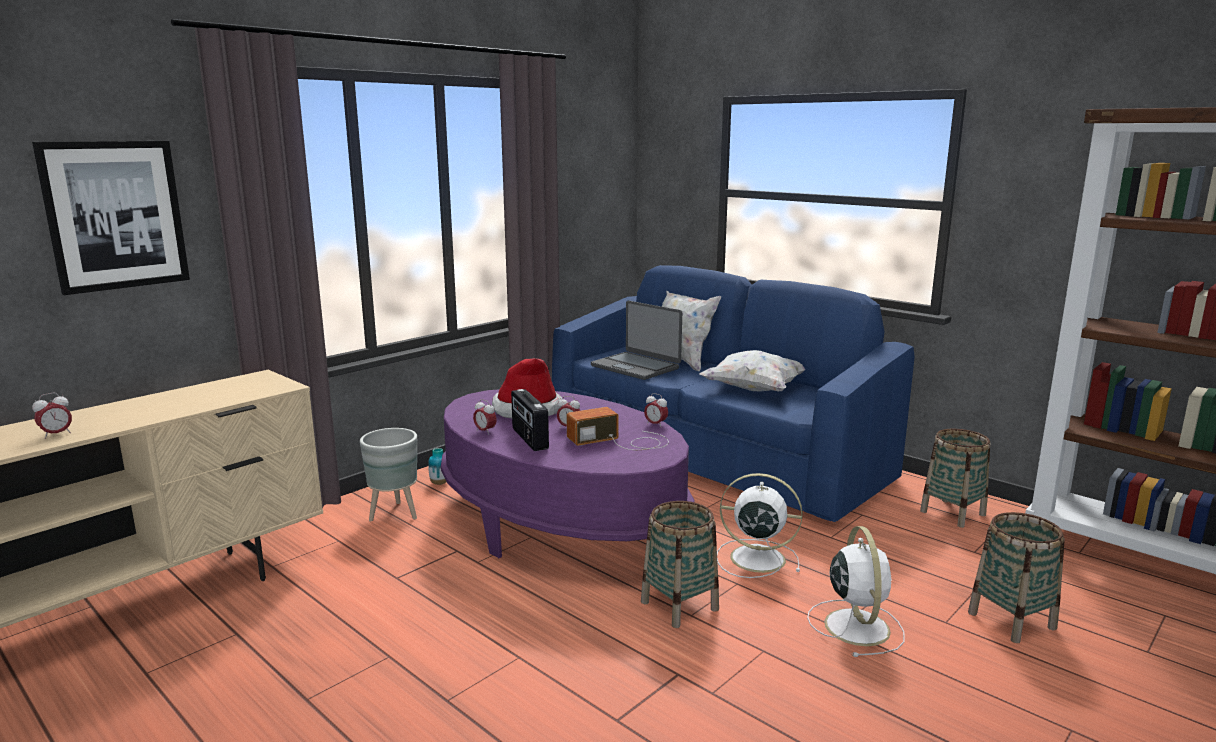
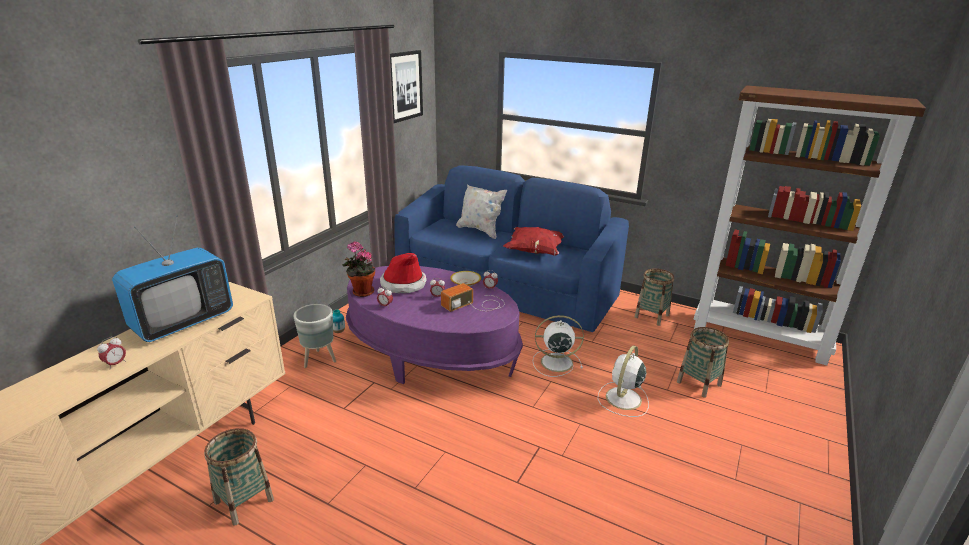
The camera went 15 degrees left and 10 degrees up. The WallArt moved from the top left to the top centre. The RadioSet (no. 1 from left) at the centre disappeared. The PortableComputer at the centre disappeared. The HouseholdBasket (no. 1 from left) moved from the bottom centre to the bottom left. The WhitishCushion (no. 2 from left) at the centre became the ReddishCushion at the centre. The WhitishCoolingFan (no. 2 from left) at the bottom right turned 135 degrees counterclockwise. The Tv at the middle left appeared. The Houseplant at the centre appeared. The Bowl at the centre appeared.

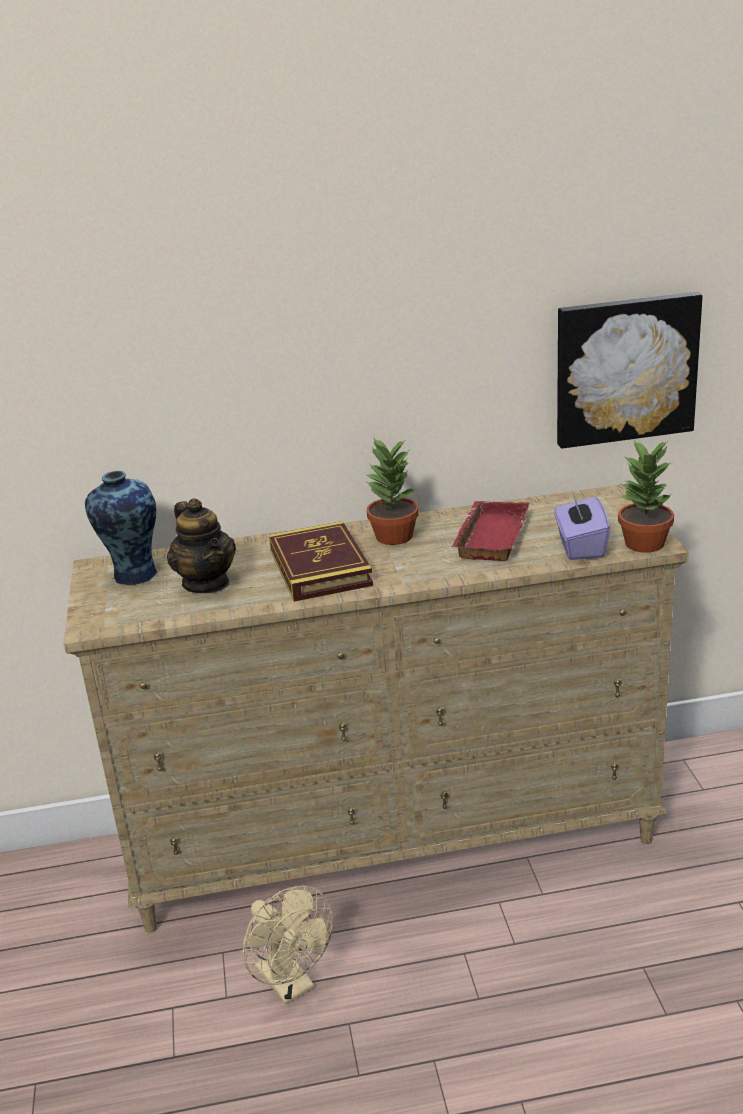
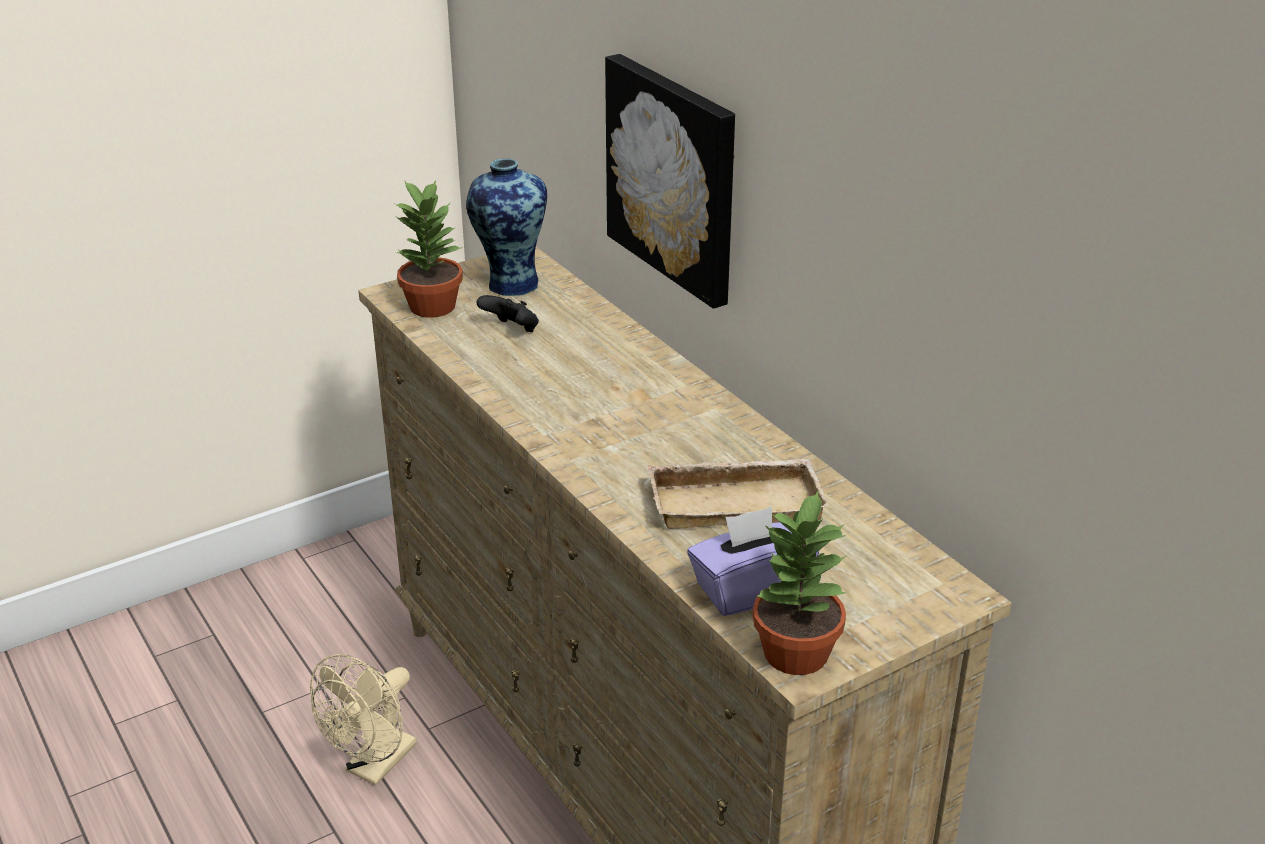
The camera went 65 degrees right and 5 degrees up. The PotForTea at the middle left was replaced by the BlackColouredGamepad at the centre. The BoundBook at the centre disappeared. The Houseplant (no. 1 from left) moved from the centre to the top centre. The ReddishCarryingTray at the centre became the SandColouredCarryingTray at the centre. The WallArt moved from the top right to the top centre.

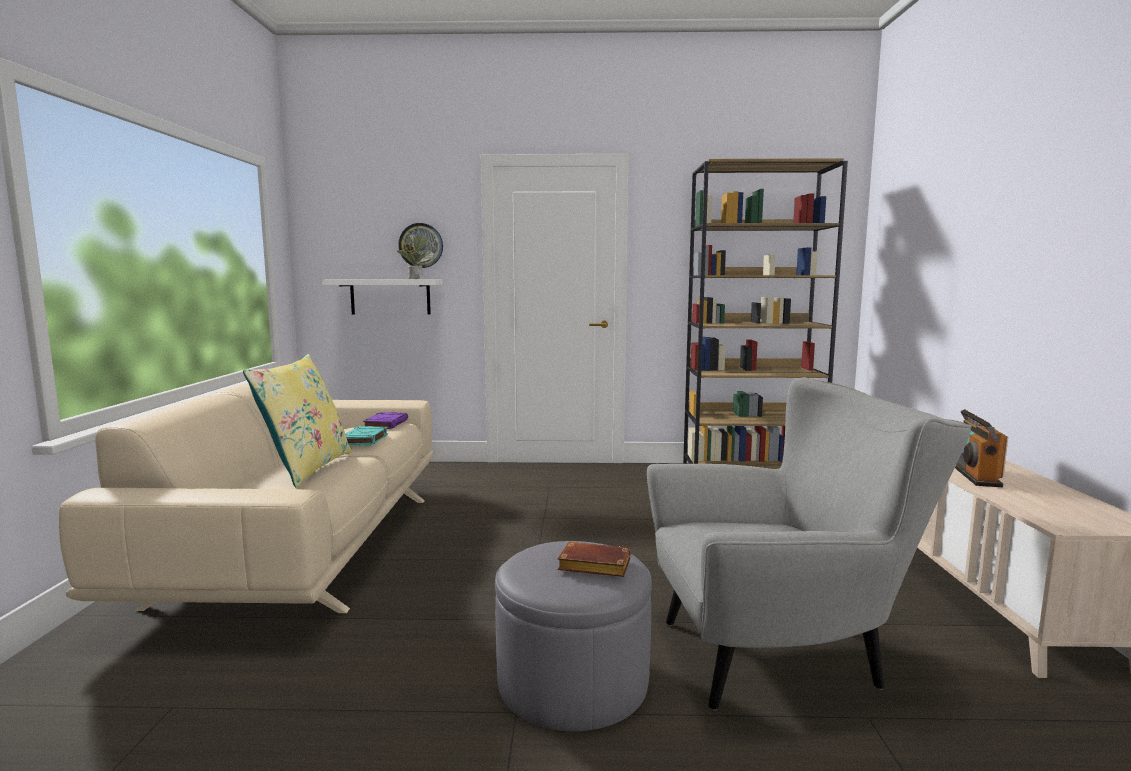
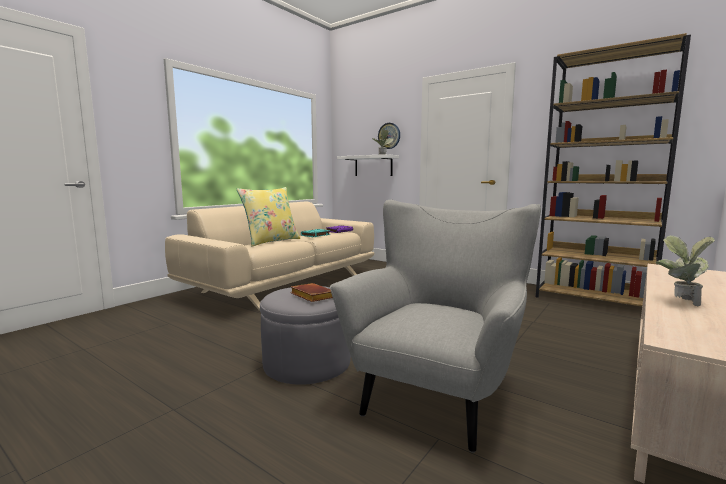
The camera went 35 degrees right and 0 degrees up. The GreyishLoungeChair at the bottom right turned 90 degrees counterclockwise. The RadioSet at the middle right was replaced by the Houseplant (no. 2 from left) at the middle right.

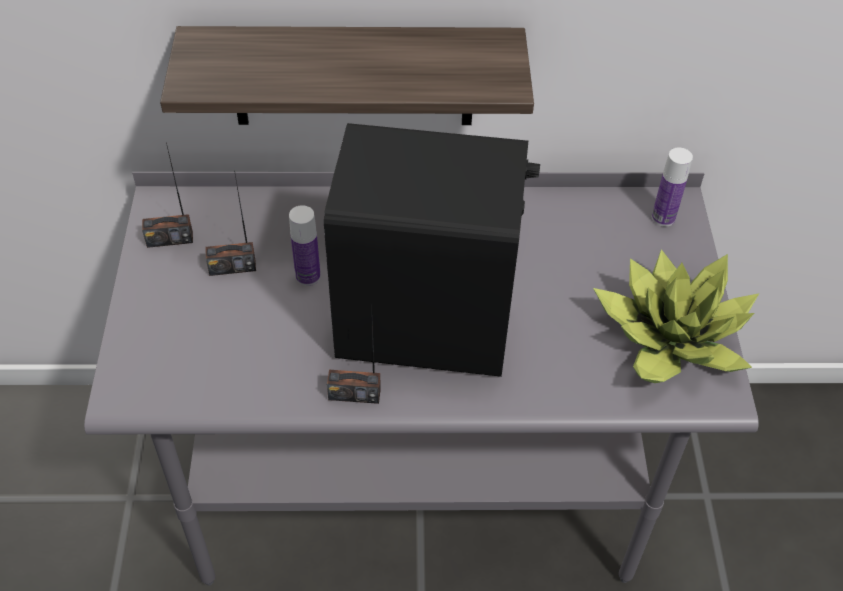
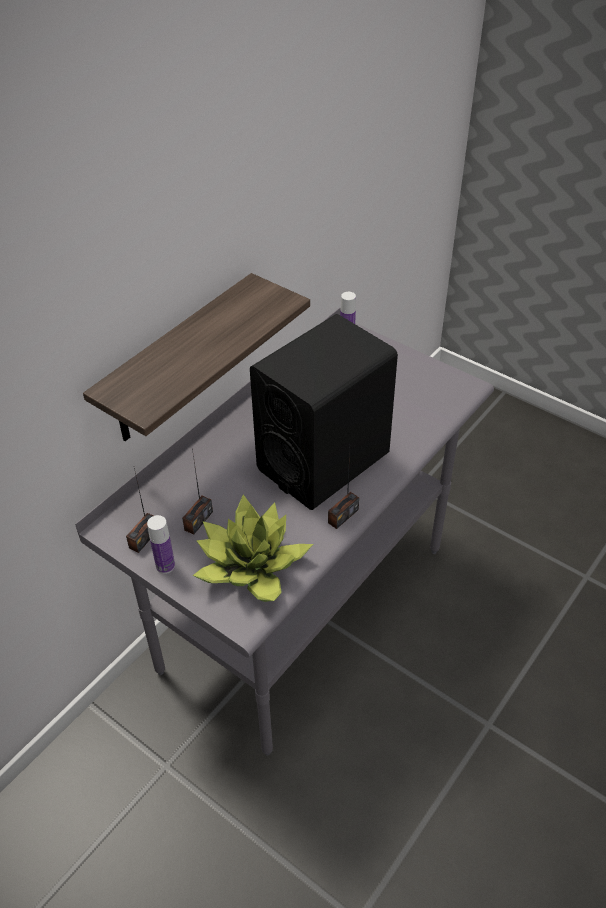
The camera went 50 degrees left and 5 degrees down. The DrinkBottle (no. 1 from left) moved from the centre to the middle left. The Houseplant moved from the middle right to the centre.

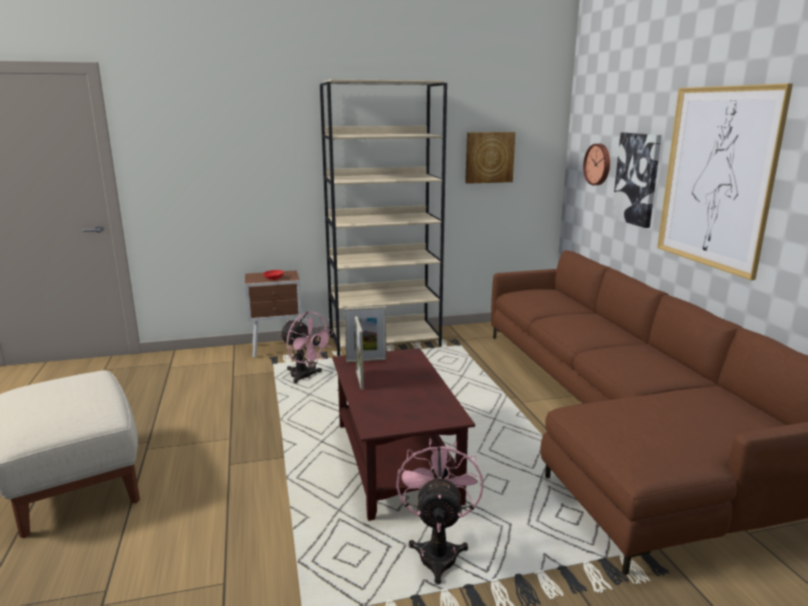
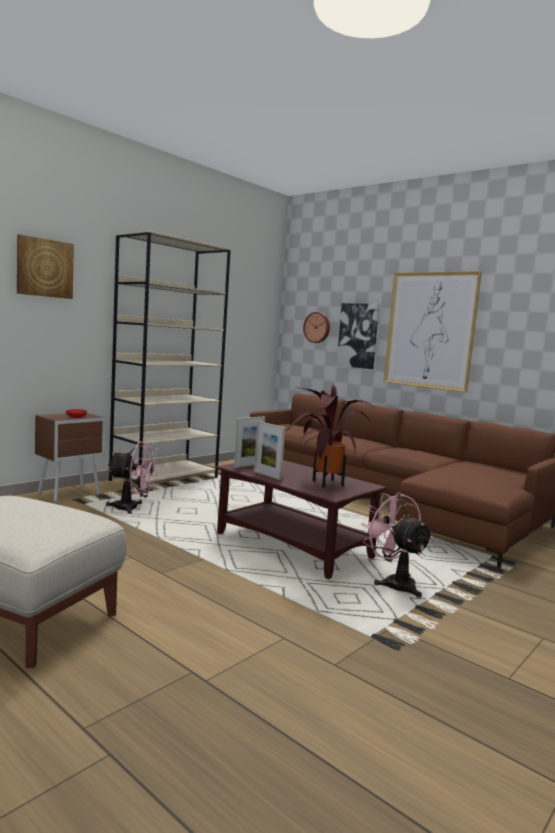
The camera went 35 degrees left and 10 degrees down. The WallArt (no. 1 from left) moved from the top centre to the top left. The Houseplant at the centre appeared.

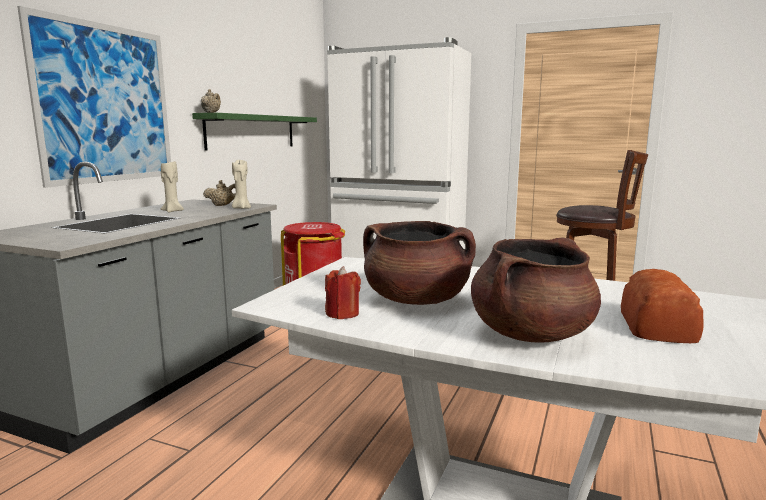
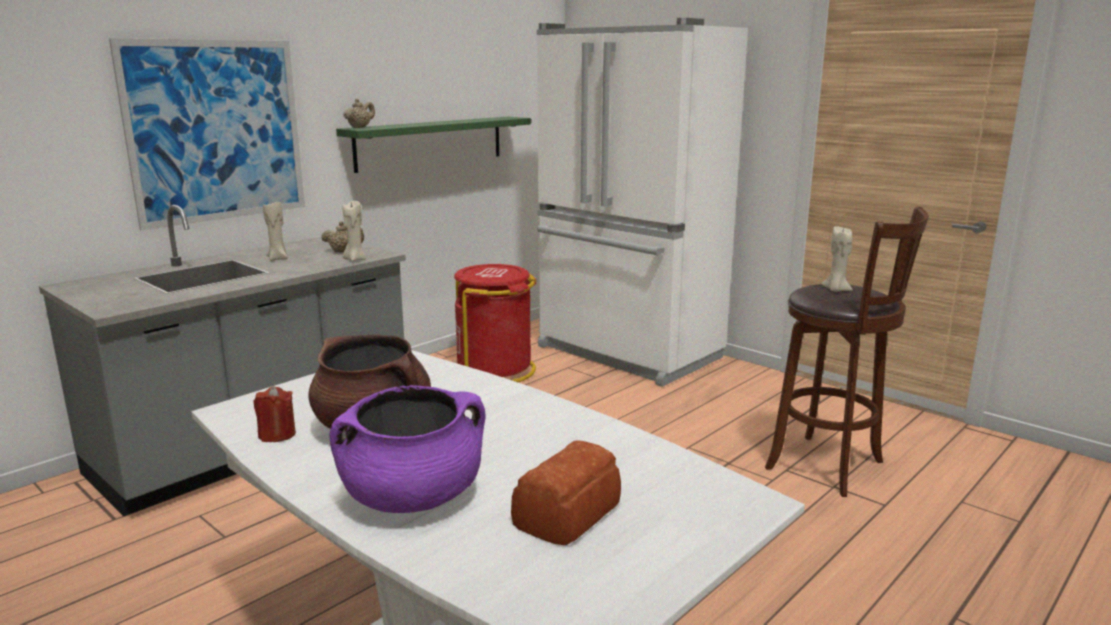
The camera went 20 degrees right and 5 degrees up. The BrownColouredCookingPot (no. 2 from left) at the middle right became the PurpleColouredCookingPot at the bottom centre. The SandColouredWaxCandle (no. 3 from left) at the middle right appeared.

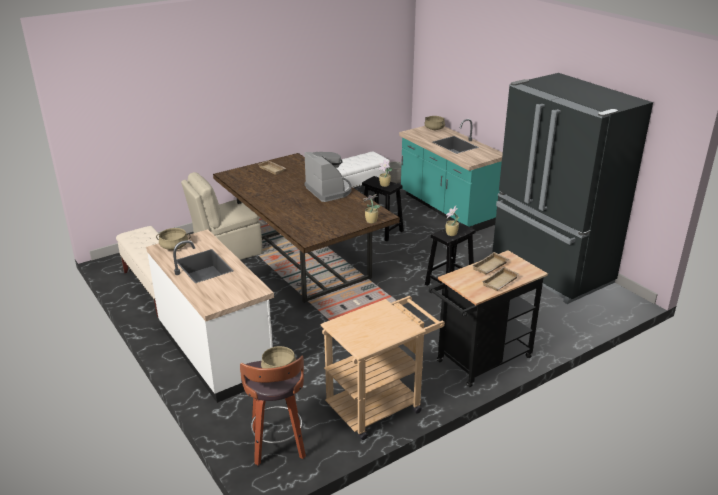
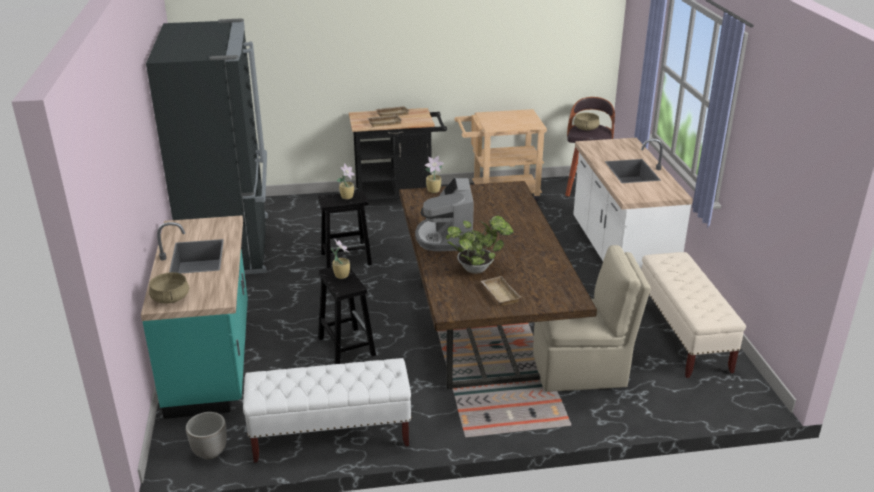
The camera went 155 degrees left and 0 degrees up. The SandColouredCookingPot (no. 1 from left) at the middle left disappeared. The Houseplant (no. 4 from left) at the centre appeared.

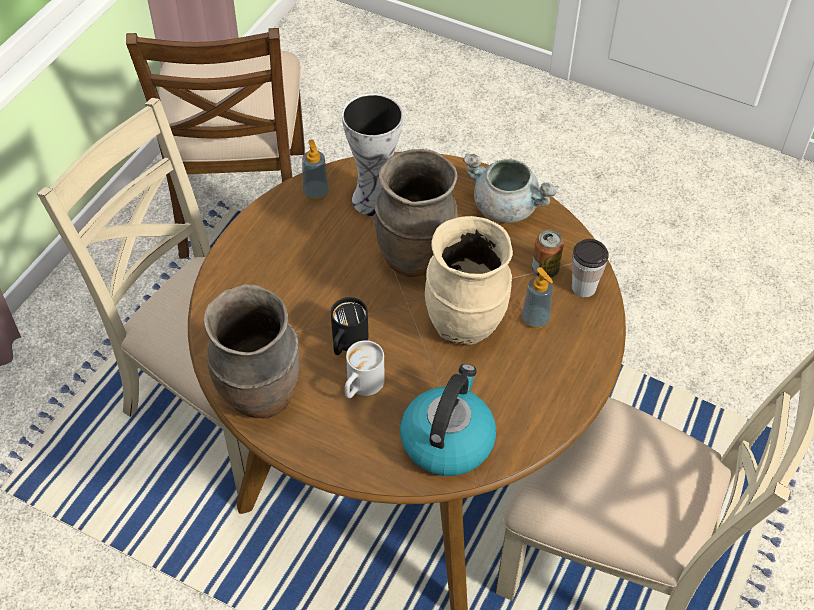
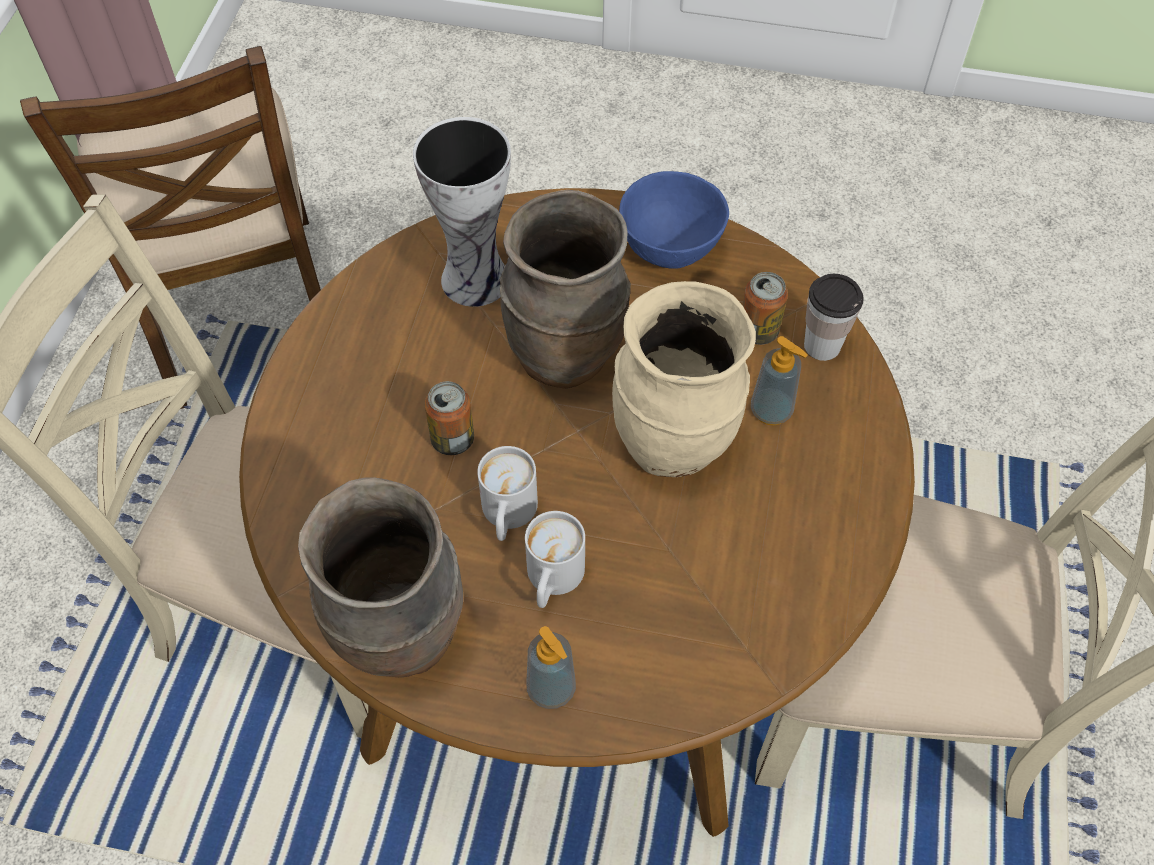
The camera went 15 degrees left and 5 degrees up. The SoapBottle (no. 1 from left) moved from the top centre to the bottom centre. The BlackColouredMug at the centre became the WhitishMug (no. 1 from left) at the centre. The WaterKettle at the bottom centre disappeared. The GreyishCookingPot at the top centre was replaced by the BlueBowl at the top centre. The SealedCan (no. 1 from left) at the centre appeared.

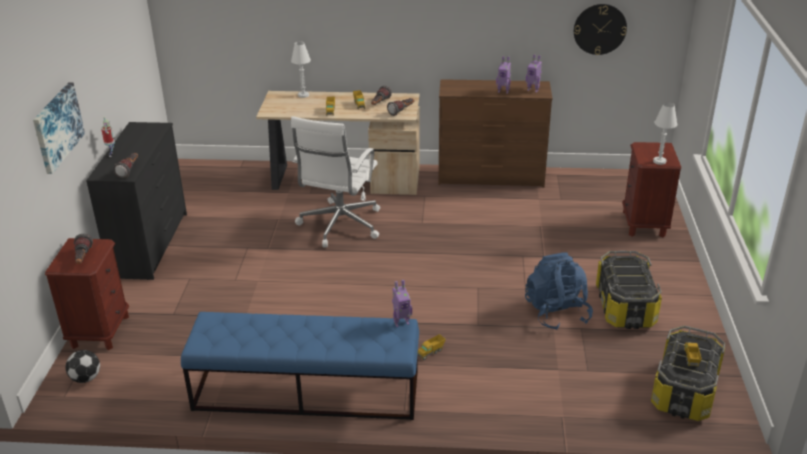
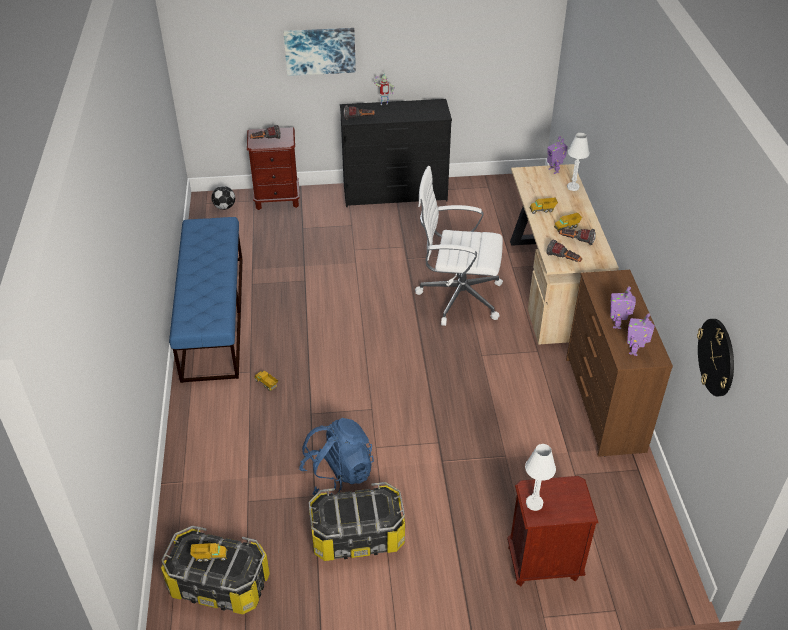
The camera went 80 degrees right and 10 degrees up. The ToyRobot (no. 2 from left) moved from the bottom centre to the top right.

